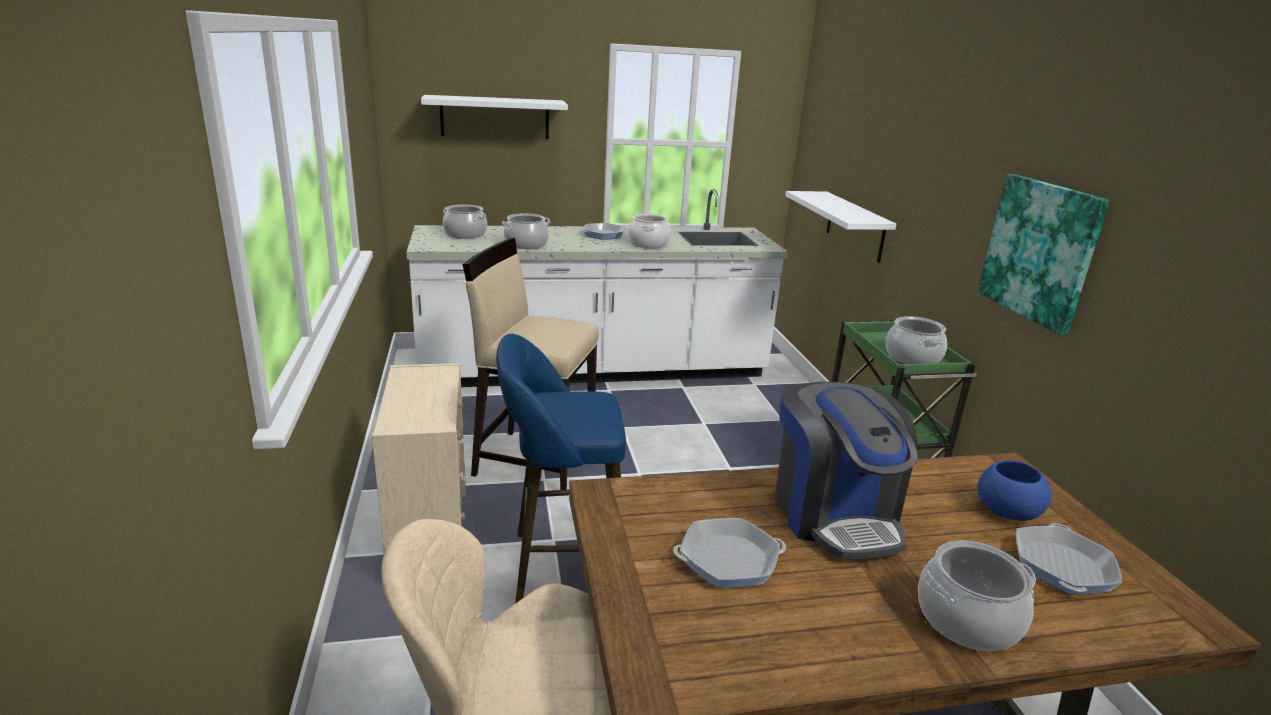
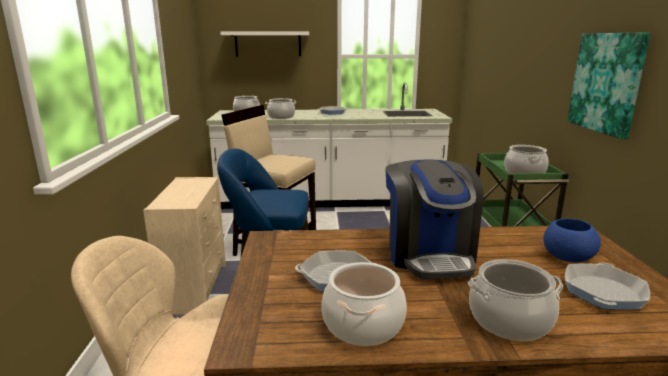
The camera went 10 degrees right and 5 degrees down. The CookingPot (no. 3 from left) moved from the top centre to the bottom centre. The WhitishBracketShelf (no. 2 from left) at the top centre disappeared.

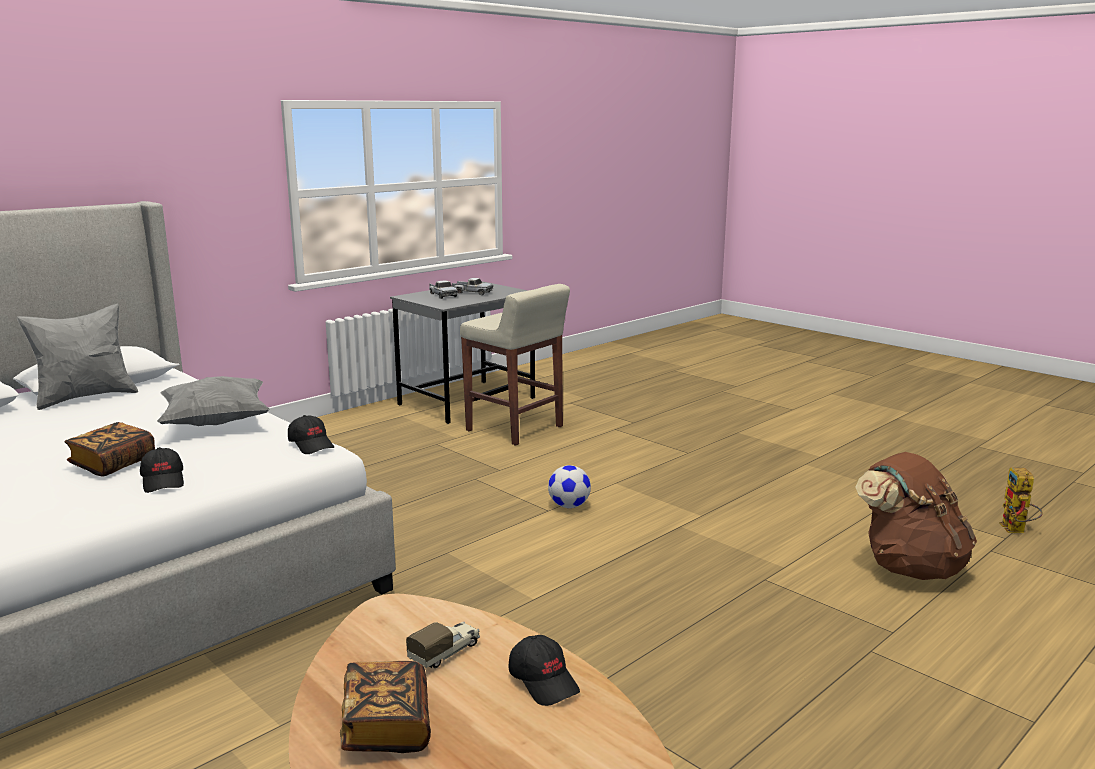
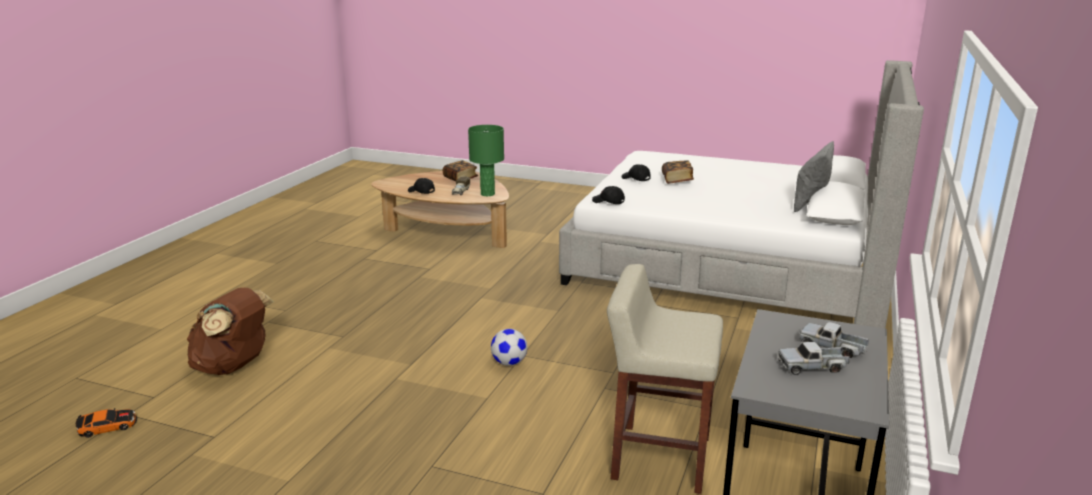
The camera went 155 degrees right and 5 degrees up. The GreyishCushion (no. 2 from left) at the middle left disappeared. The ToyRobot at the middle right was replaced by the ToyCar at the bottom left. The GreenTableLamp at the top centre appeared.

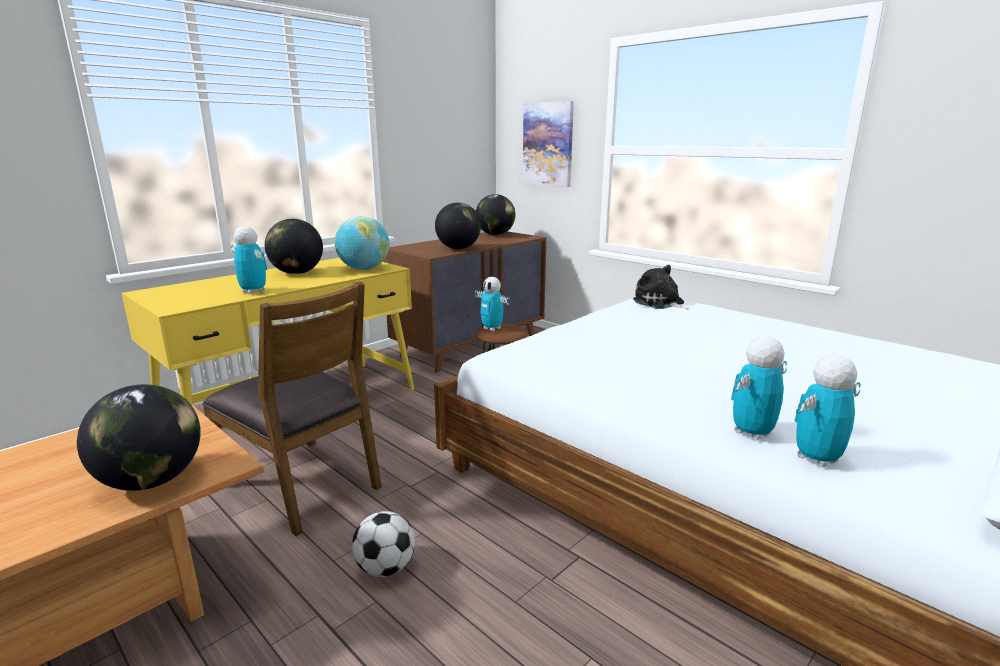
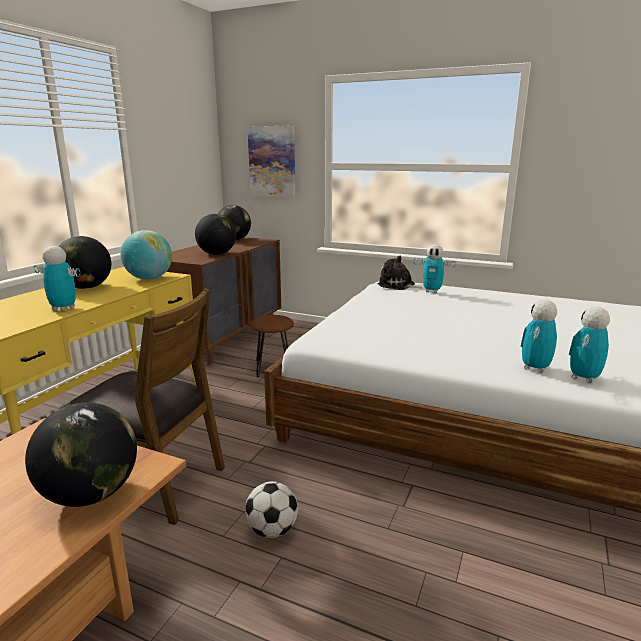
The camera went 20 degrees left and 0 degrees up. The ToyRobot (no. 2 from left) moved from the centre to the middle right.

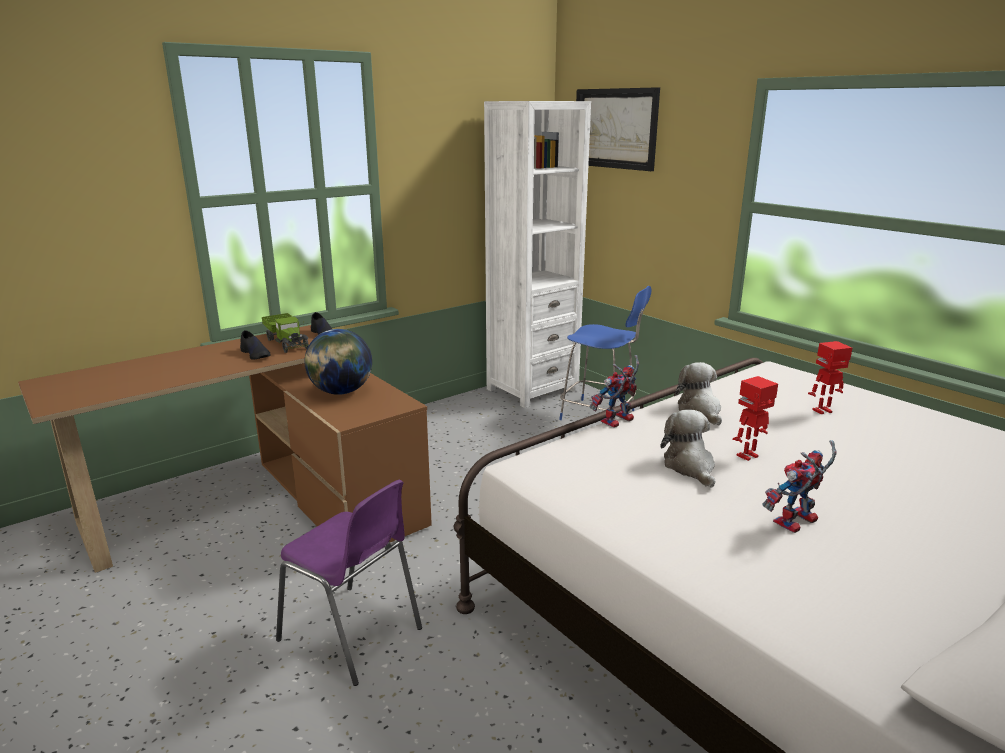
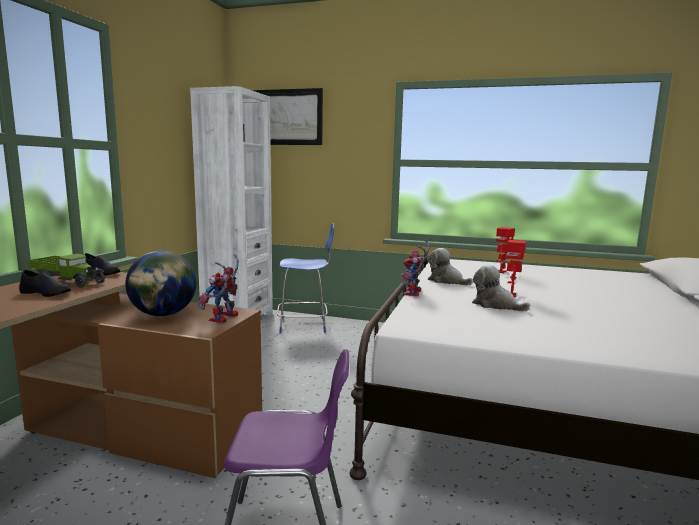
The camera went 35 degrees left and 10 degrees down. The ToyRobot (no. 3 from left in the first image) moved from the middle right to the middle left.

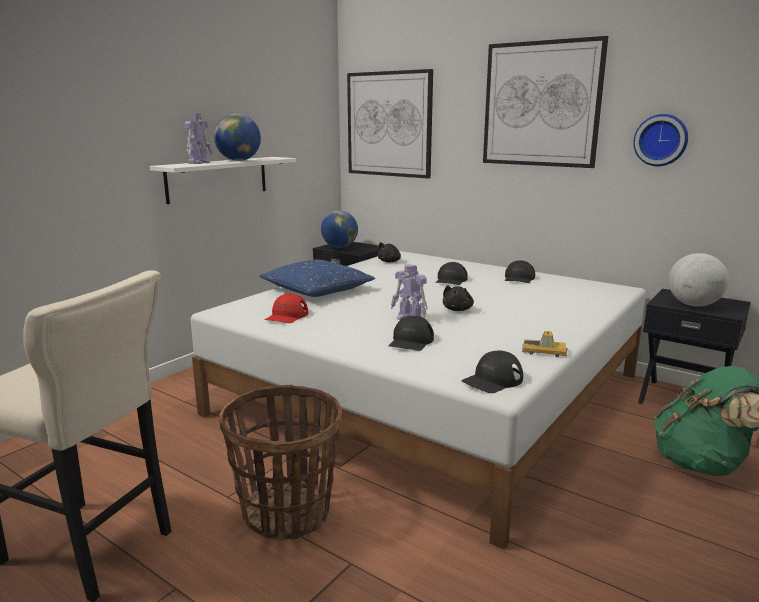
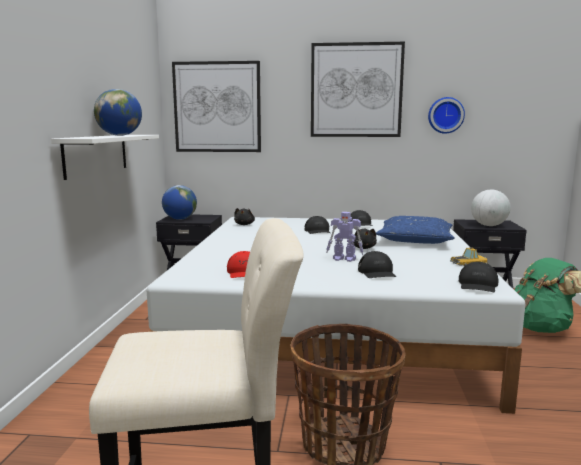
The camera went 30 degrees left and 5 degrees down. The ToyRobot (no. 1 from left) at the top left disappeared. The BlueCushion moved from the centre to the middle right.

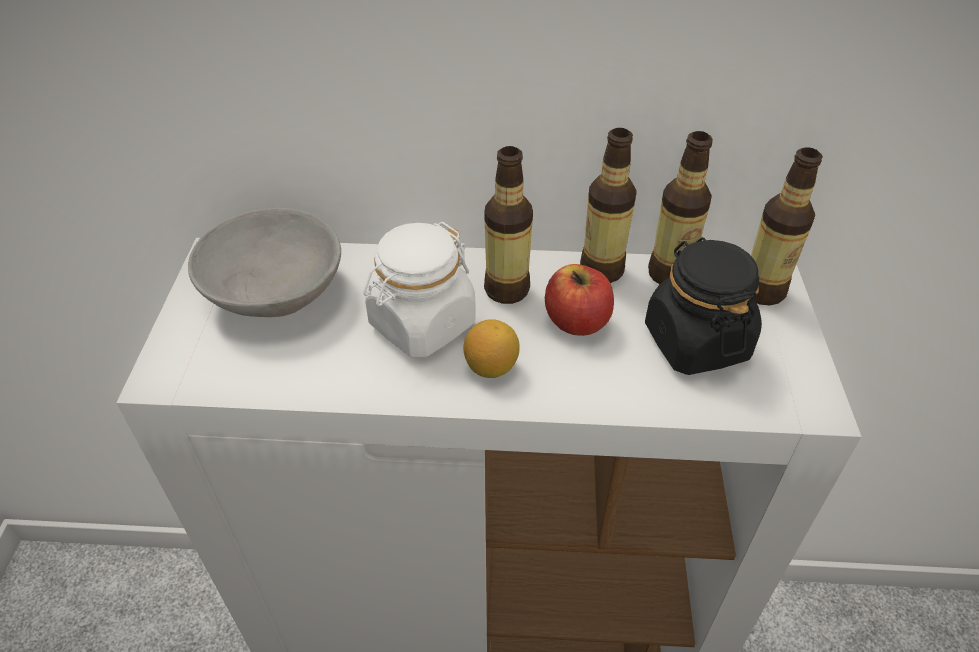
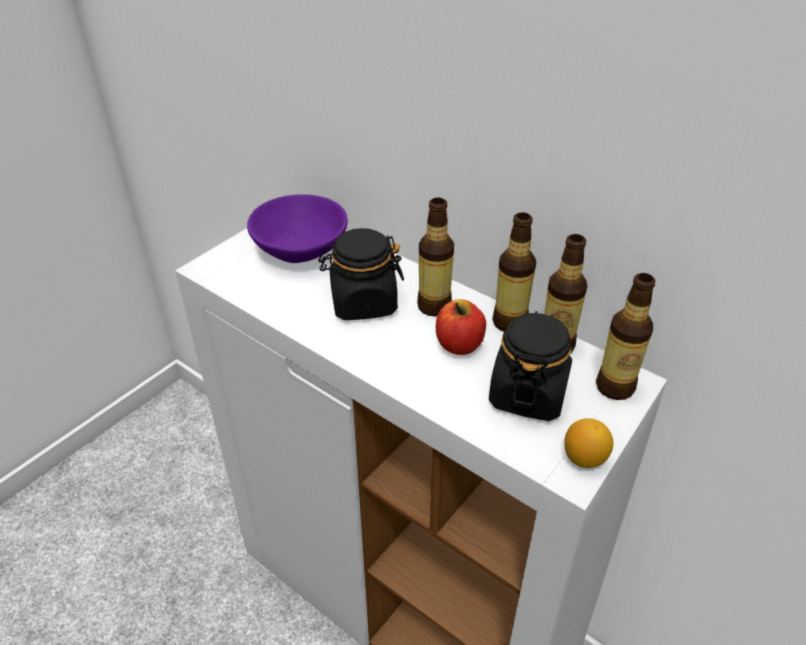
The camera went 35 degrees right and 5 degrees down. The GreyishBowl at the middle left became the PurpleColouredBowl at the centre. The WhitishJar at the centre became the BlackColouredJar (no. 1 from left) at the centre. The Lemon moved from the centre to the bottom right.

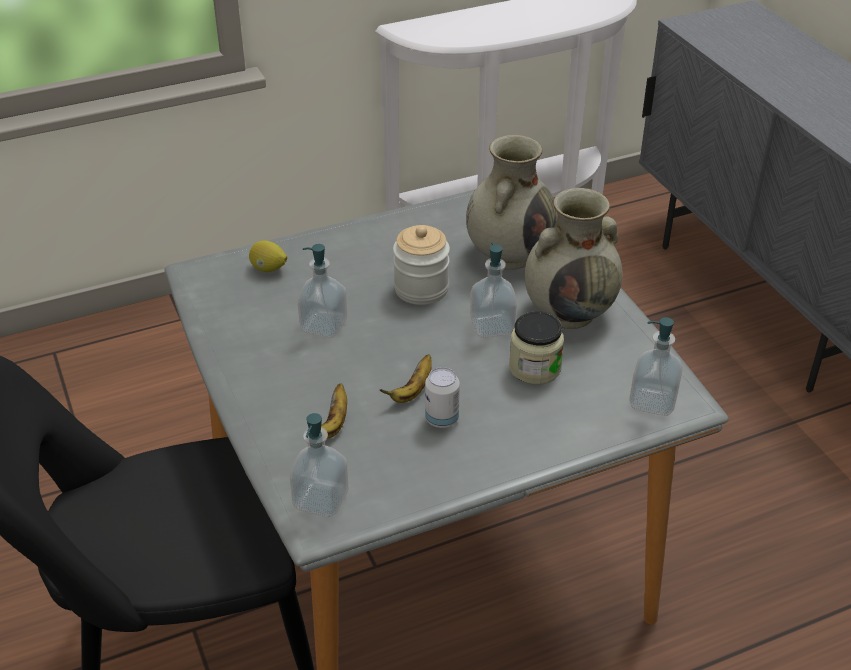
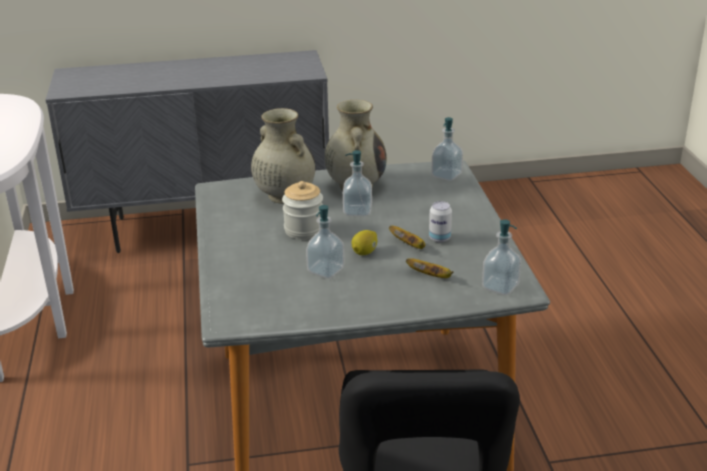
The camera went 75 degrees left and 10 degrees down. The Lemon moved from the middle left to the centre. The Jar (no. 2 from left) at the centre disappeared.

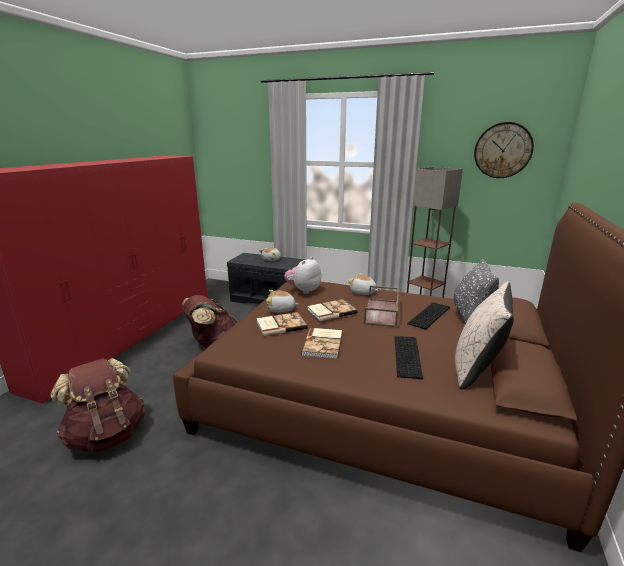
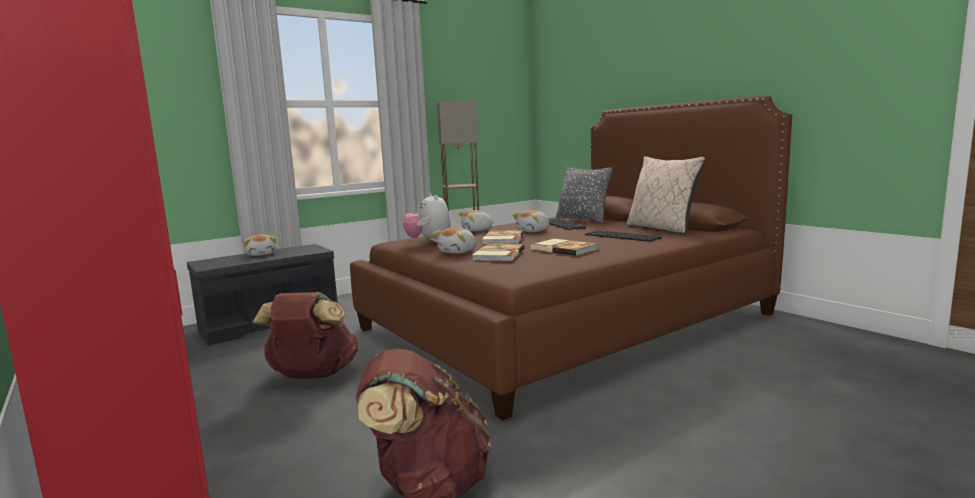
The camera went 55 degrees left and 10 degrees down. The BrownColouredCarryingTray at the centre was replaced by the SoftToy (no. 5 from left) at the centre. The WallClock at the top right disappeared.

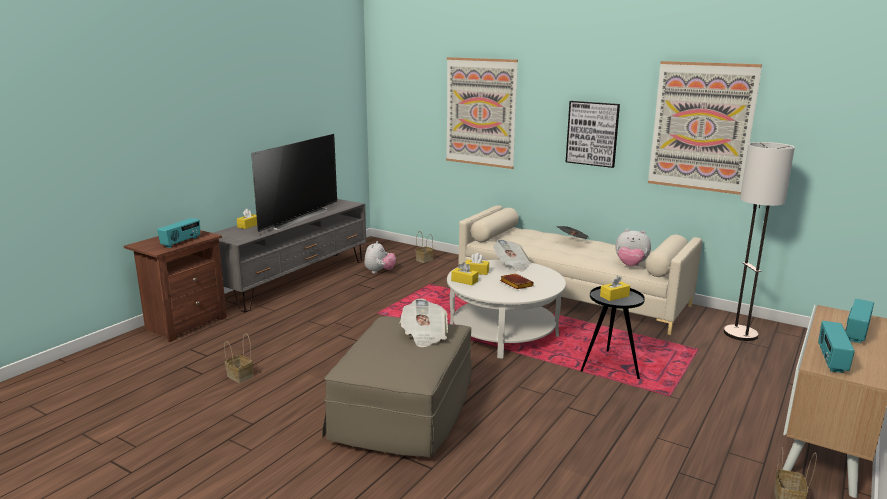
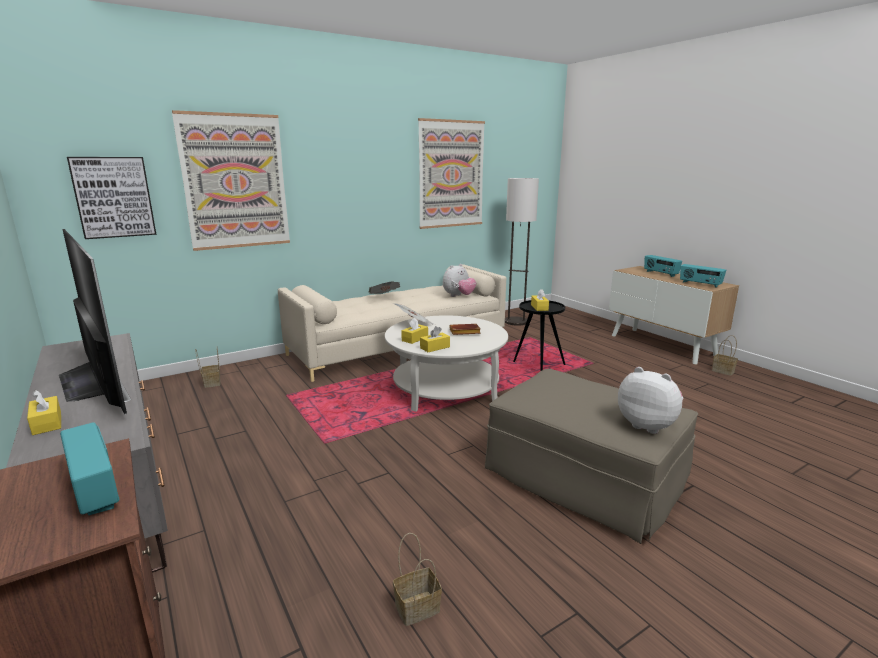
The camera went 65 degrees left and 0 degrees up. The SoftToy (no. 1 from left in the first image) moved from the centre to the middle right. The PrintedPaper (no. 1 from left) at the centre disappeared. The WallArt (no. 2 from left in the first image) moved from the top right to the top left.

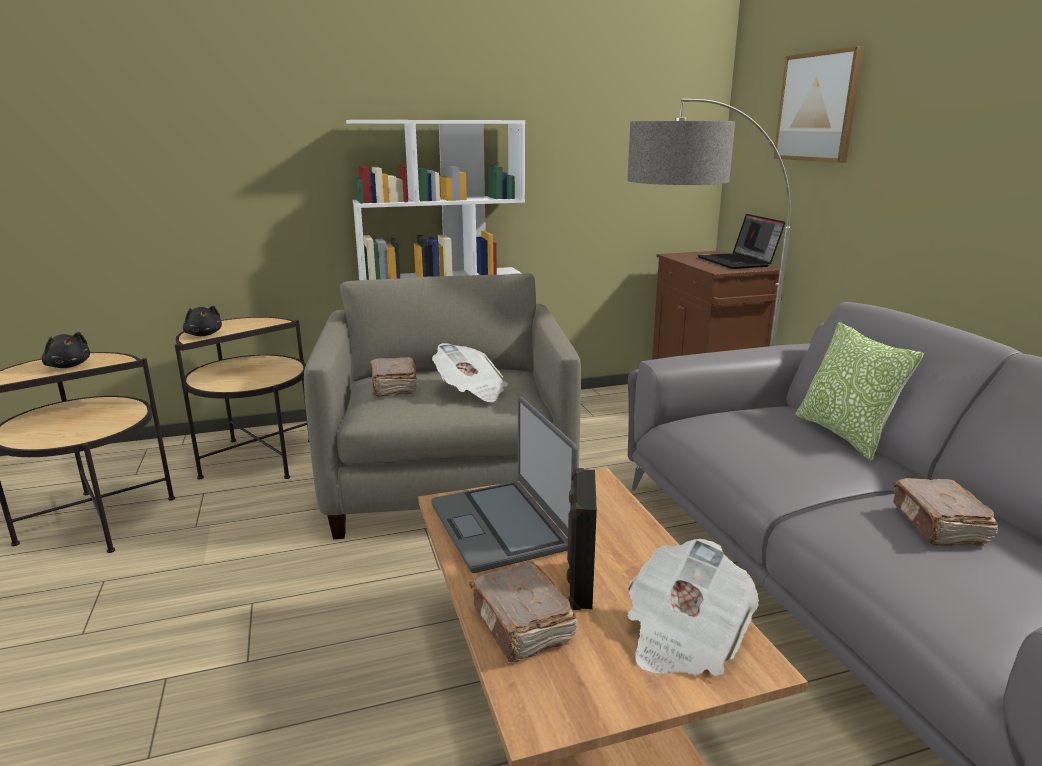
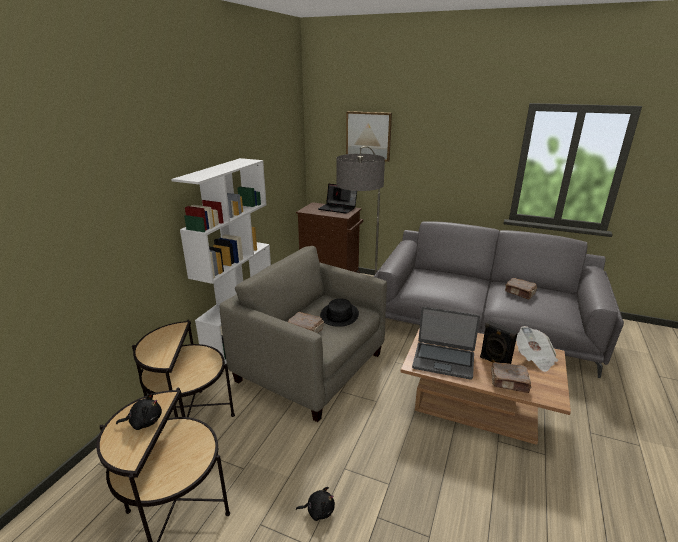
The camera went 50 degrees left and 5 degrees up. The BlackColouredSoftToy (no. 2 from left) moved from the middle left to the bottom centre. The PrintedPaper (no. 1 from left) at the centre was replaced by the BlackColouredClothingHat at the centre. The Cushion at the middle right disappeared.

